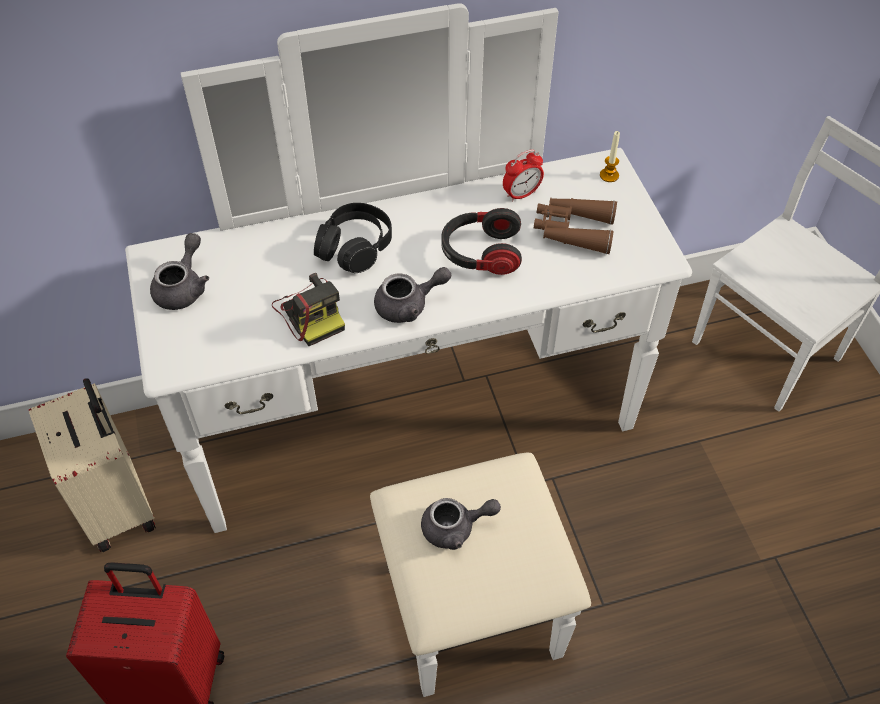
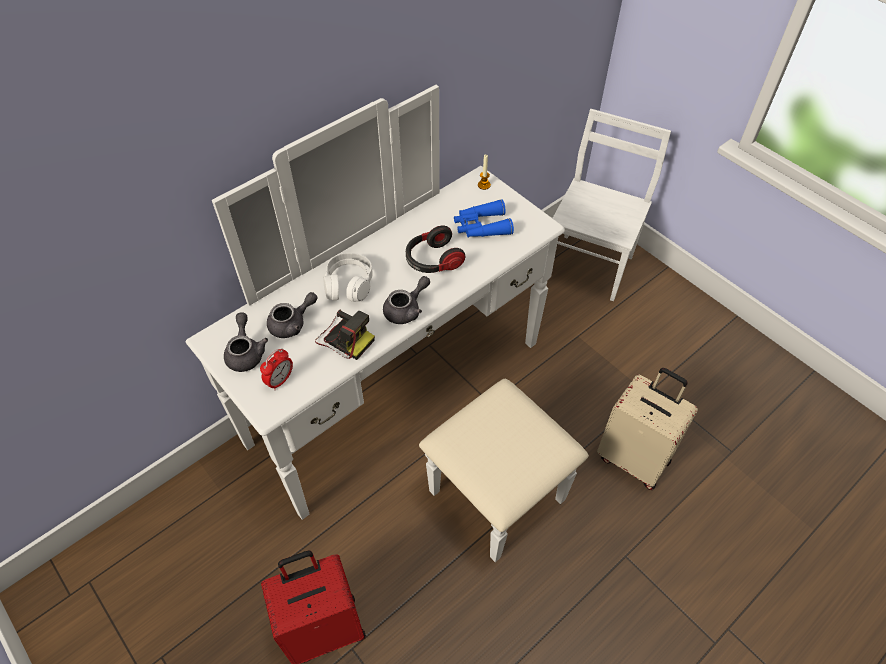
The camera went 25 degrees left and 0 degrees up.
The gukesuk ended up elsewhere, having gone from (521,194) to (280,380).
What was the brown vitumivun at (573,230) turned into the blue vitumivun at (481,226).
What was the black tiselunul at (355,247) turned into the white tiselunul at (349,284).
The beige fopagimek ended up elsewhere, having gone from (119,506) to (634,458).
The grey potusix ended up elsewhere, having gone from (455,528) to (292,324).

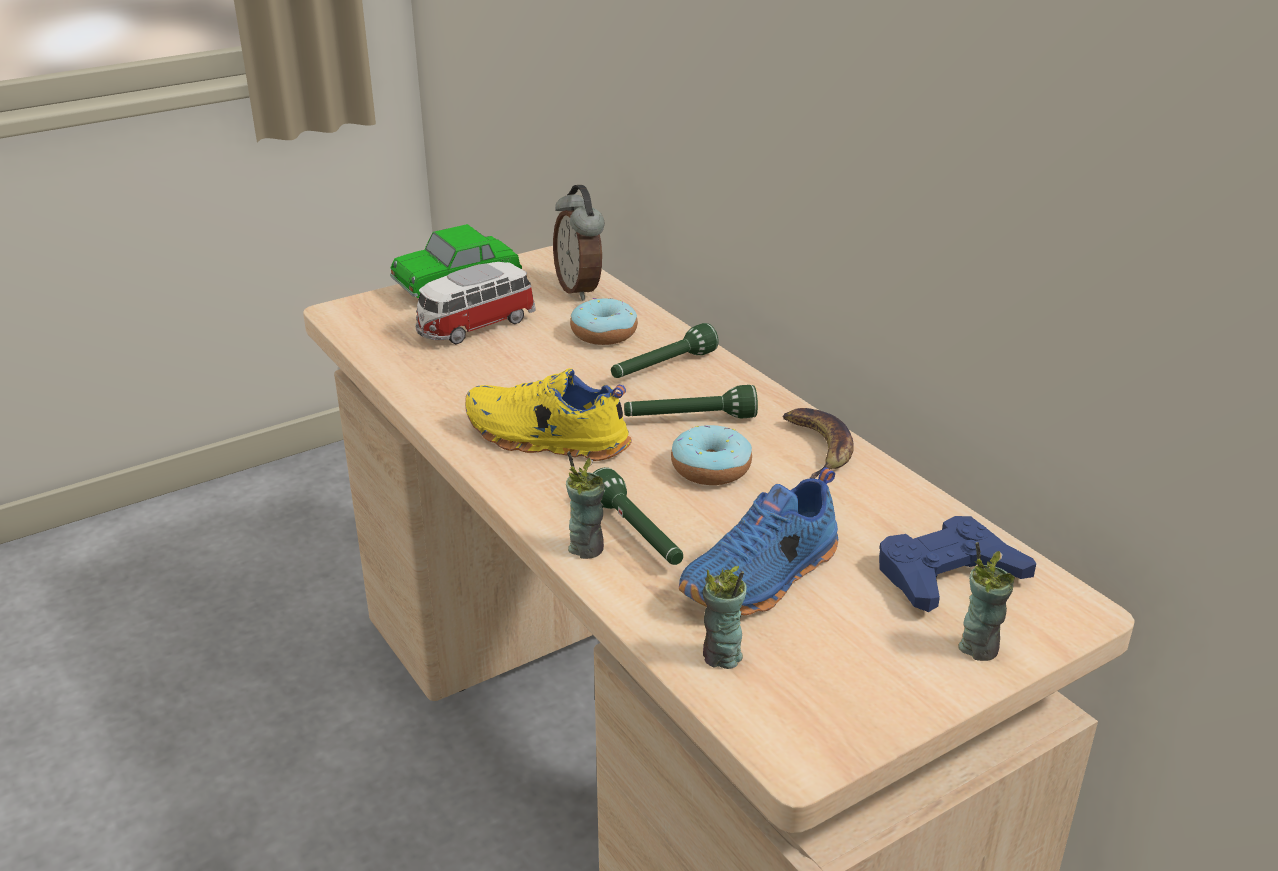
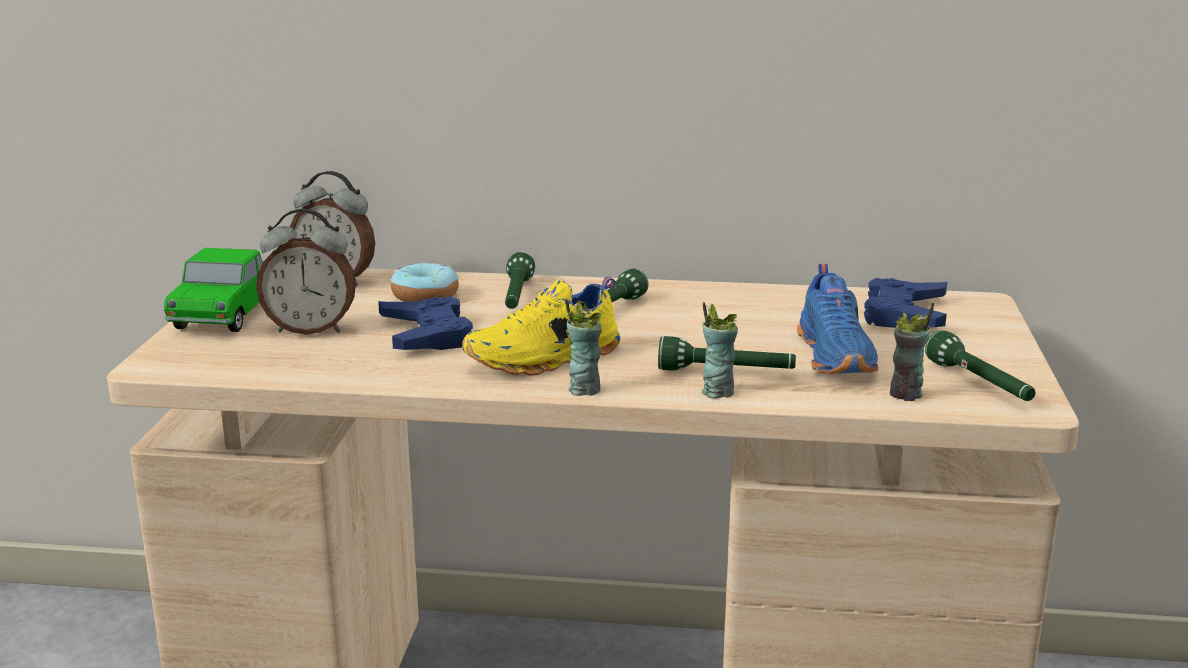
The camera went 50 degrees left and 10 degrees down.
Where the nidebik stood at (475,327), the gukesuk came to stand at (311,329).
The second view lost the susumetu at (817,446).
The second view lost the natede at (711,468).
The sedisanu ended up elsewhere, having gone from (979,647) to (584,389).
The second view gained the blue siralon at (426,335).
The second view gained the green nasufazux at (980,384).

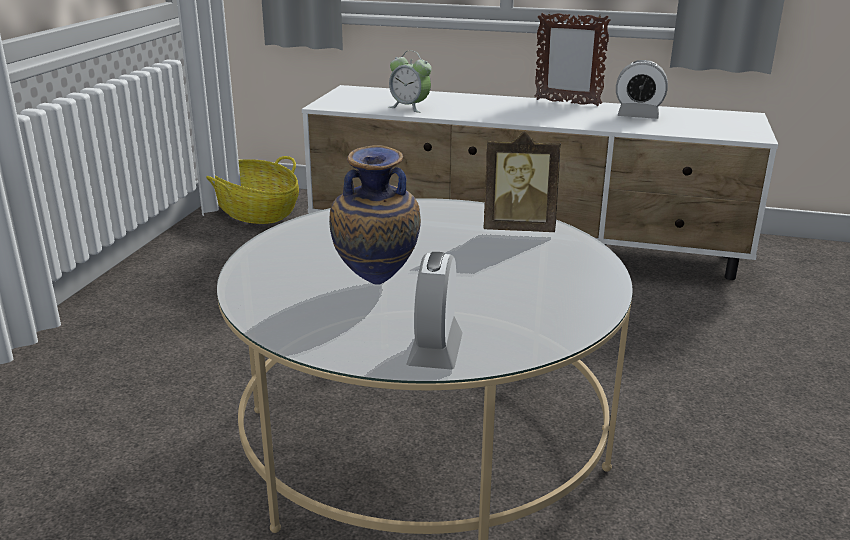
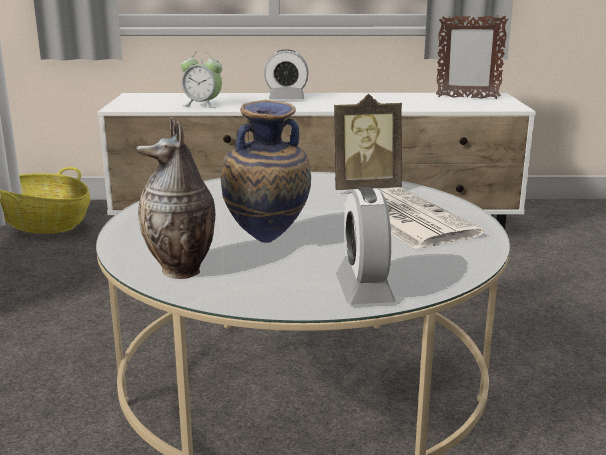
The camera went 15 degrees left and 5 degrees down.
The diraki ended up elsewhere, having gone from (567,103) to (467,98).
The gukesuk ended up elsewhere, having gone from (638,116) to (286,99).
The second view gained the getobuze at (183,271).
The second view gained the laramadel at (406,219).

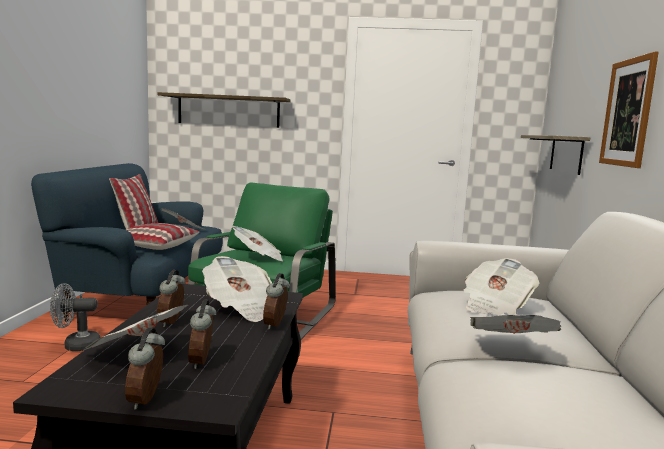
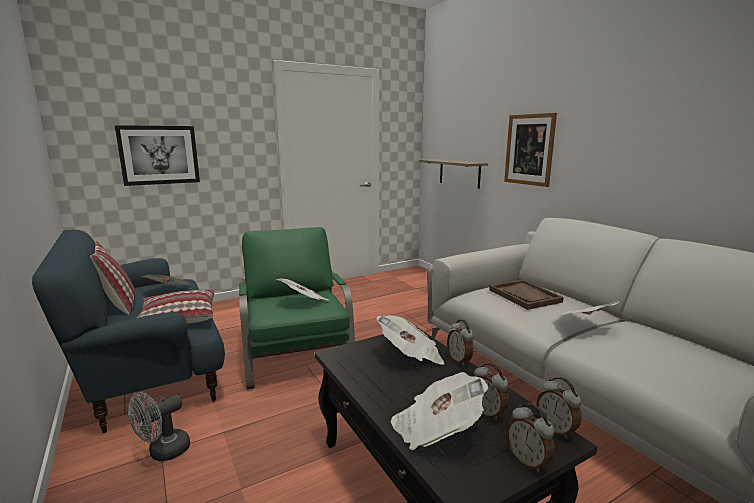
The camera went 35 degrees left and 5 degrees up.
Where the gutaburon hung at (228,111), the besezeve came to hang at (159,155).
Where the laramadel stood at (494,306), the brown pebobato came to stand at (524,296).
The gukesuk ended up elsewhere, having gone from (172,322) to (556,429).

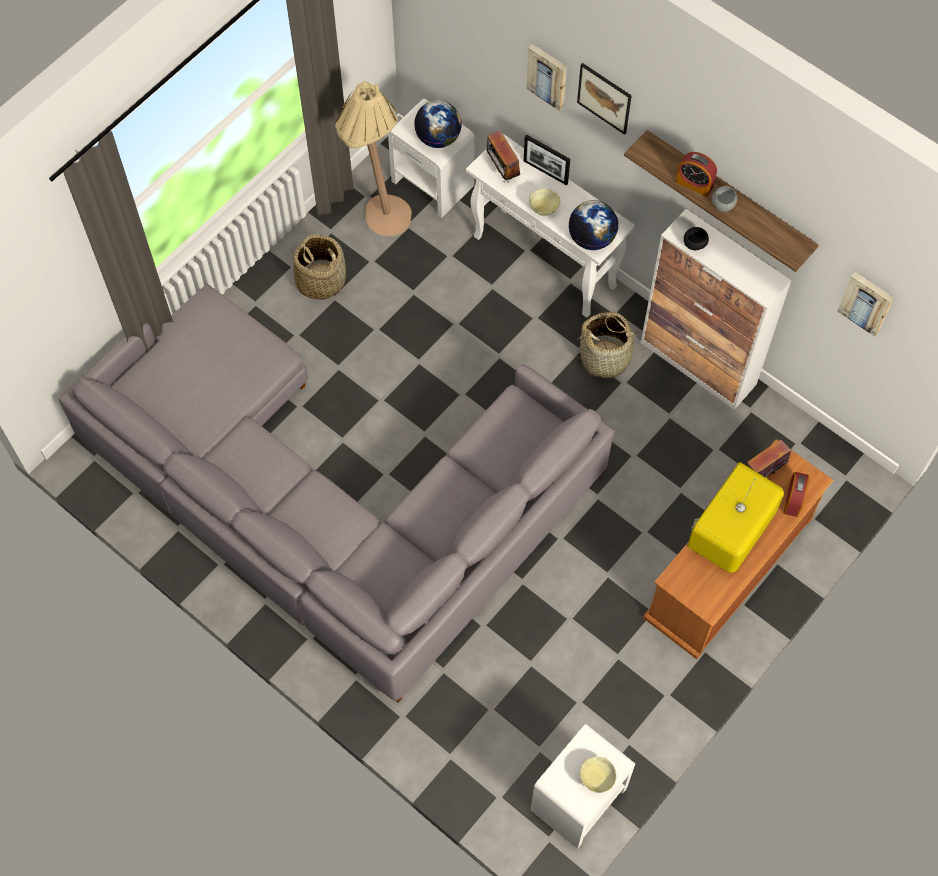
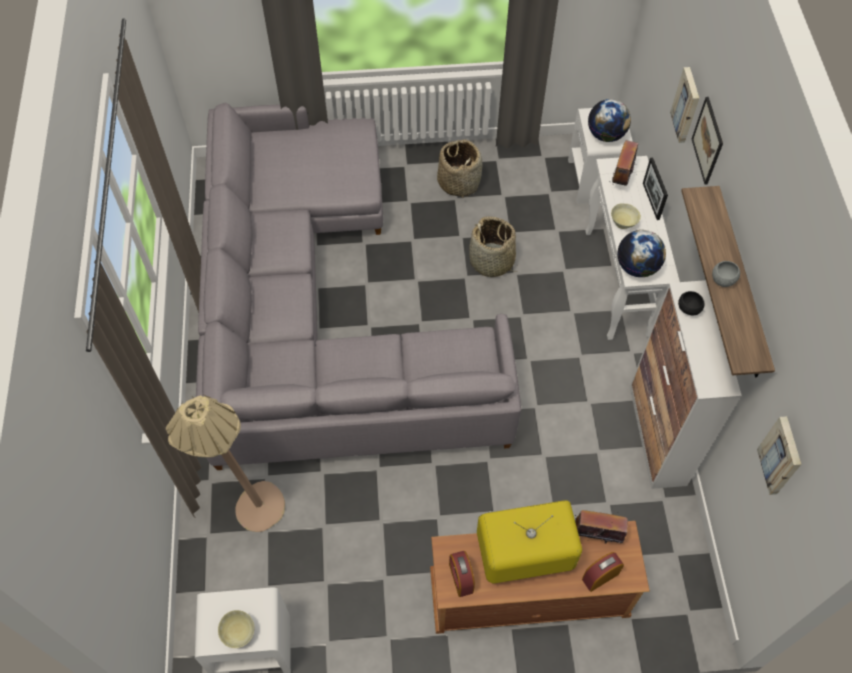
The camera went 45 degrees right and 5 degrees down.
The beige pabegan ended up elsewhere, having gone from (379,223) to (248,507).
The gukesuk ended up elsewhere, having gone from (694,184) to (461,578).
The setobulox ended up elsewhere, having gone from (605,358) to (492,261).

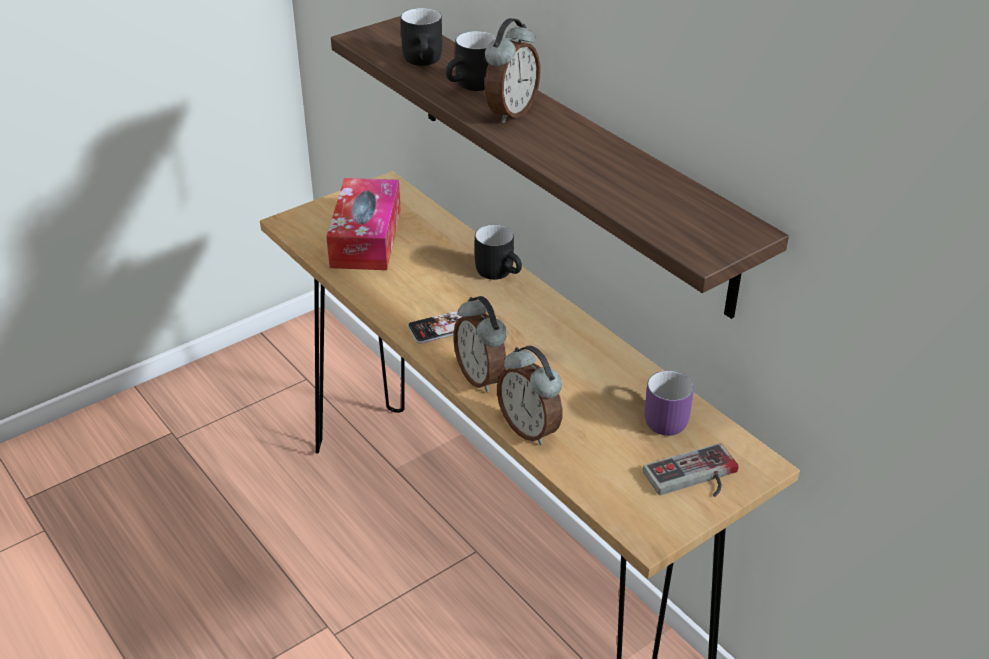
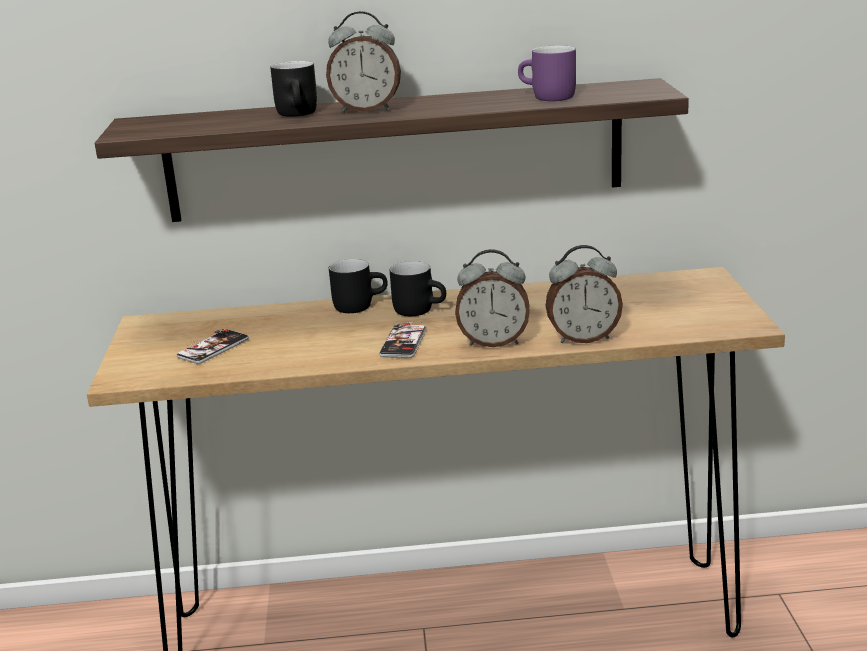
The camera went 55 degrees left and 15 degrees down.
The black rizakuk ended up elsewhere, having gone from (426,61) to (420,309).
The gukesuk at (510,112) ended up facing another way, 120 degrees clockwise from before.
Where the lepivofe stood at (366,238), the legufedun came to stand at (213,348).
The purple rizakuk ended up elsewhere, having gone from (661,417) to (546,97).
The second view lost the siralon at (695,479).

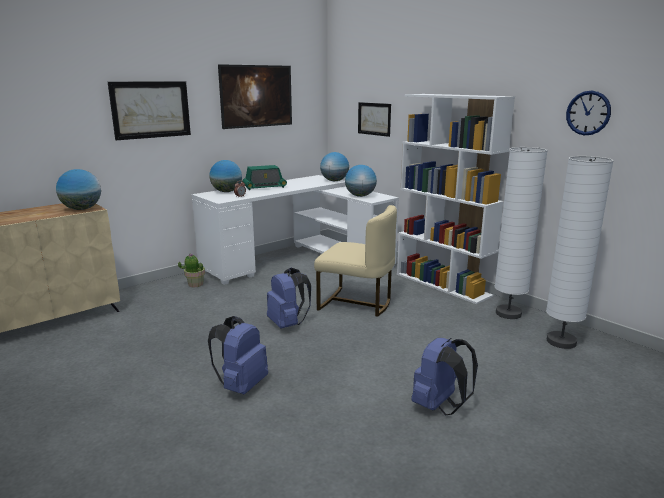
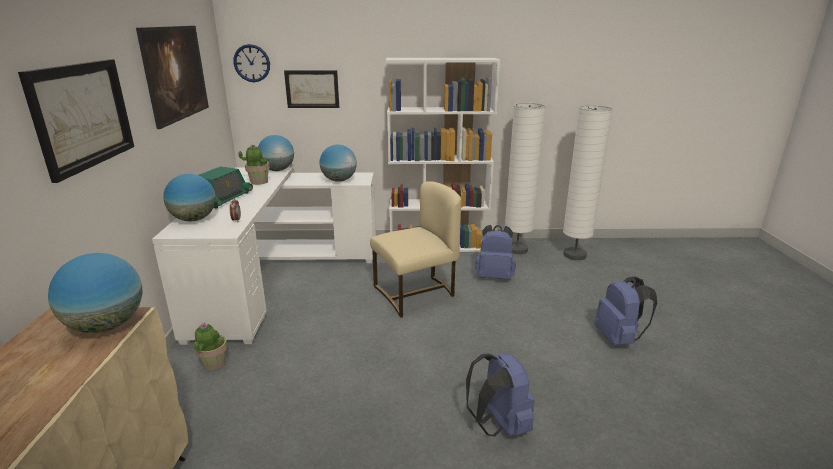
The camera went 50 degrees left and 5 degrees up.
The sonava ended up elsewhere, having gone from (588,113) to (252,63).
The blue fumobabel ended up elsewhere, having gone from (288,324) to (494,276).
The second view gained the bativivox at (259,182).

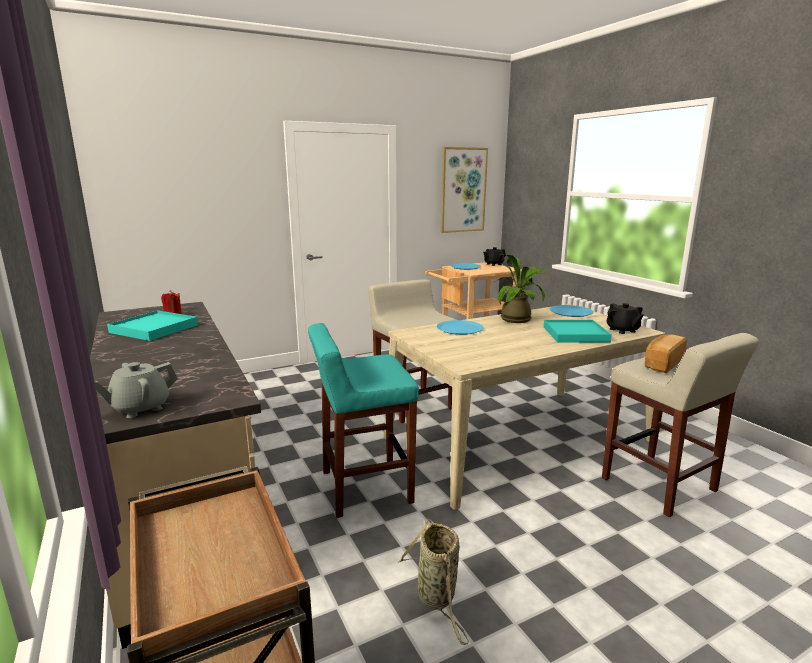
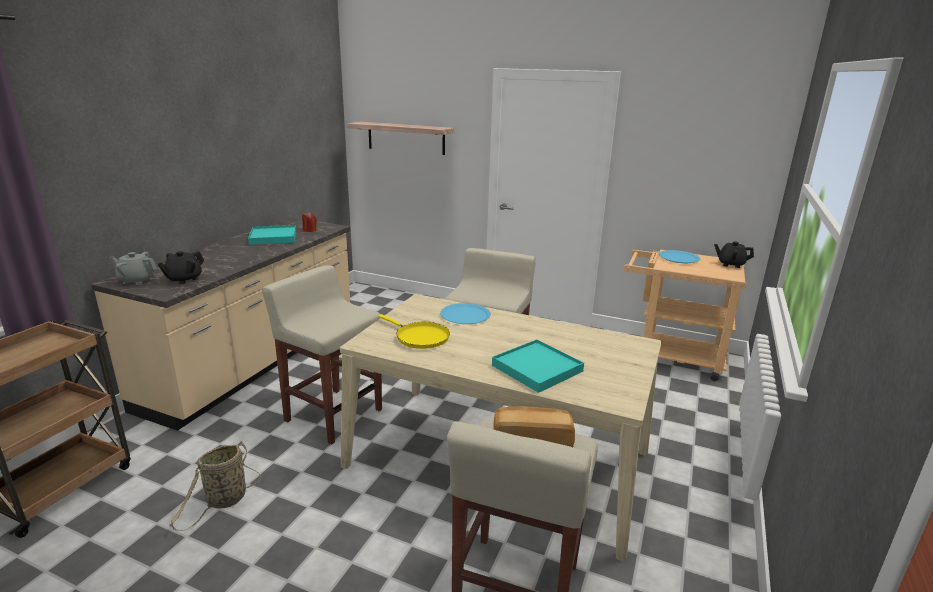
The camera went 50 degrees right and 5 degrees up.
The second view lost the besezeve at (463,190).
The second view lost the bativivox at (519,319).
The black potusix ended up elsewhere, having gone from (622,330) to (184,279).
The second view lost the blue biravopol at (571,312).
What was the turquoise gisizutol at (364,487) turned into the beige gisizutol at (333,414).
The second view gained the gutaburon at (406,138).
The second view gained the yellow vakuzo at (419,337).

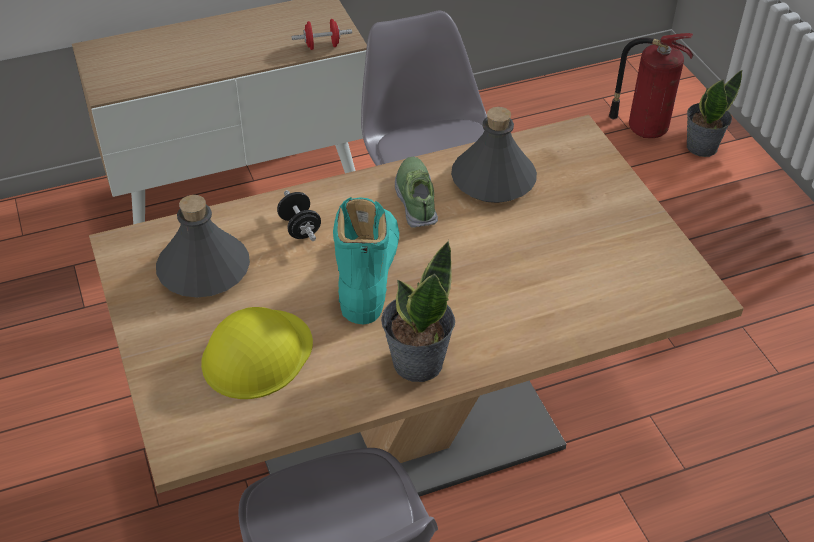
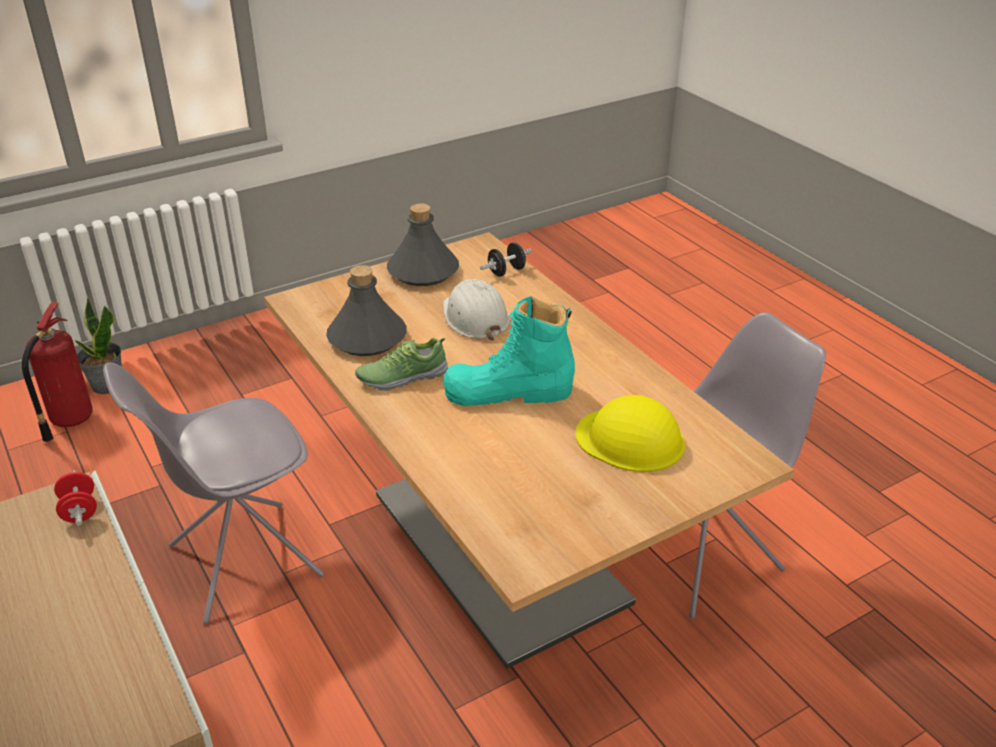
The camera went 100 degrees left and 10 degrees down.
The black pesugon ended up elsewhere, having gone from (300,228) to (506,271).
The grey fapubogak ended up elsewhere, having gone from (204,270) to (423,271).
The second view lost the bativivox at (416,362).
The second view gained the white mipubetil at (475,317).

